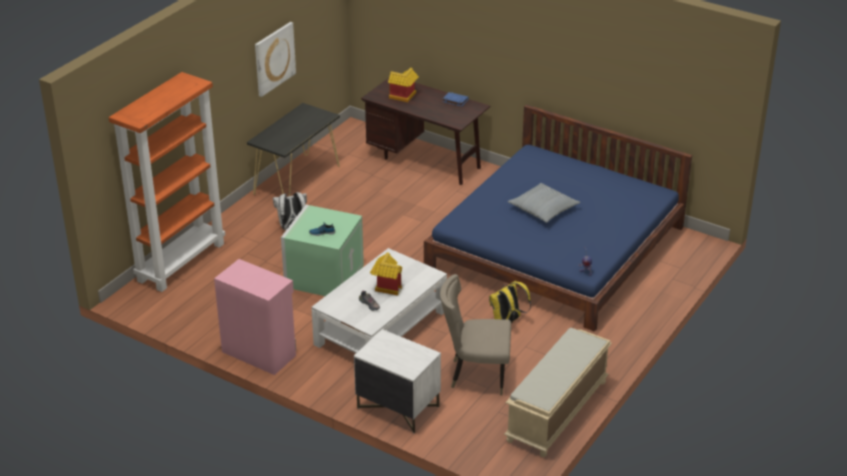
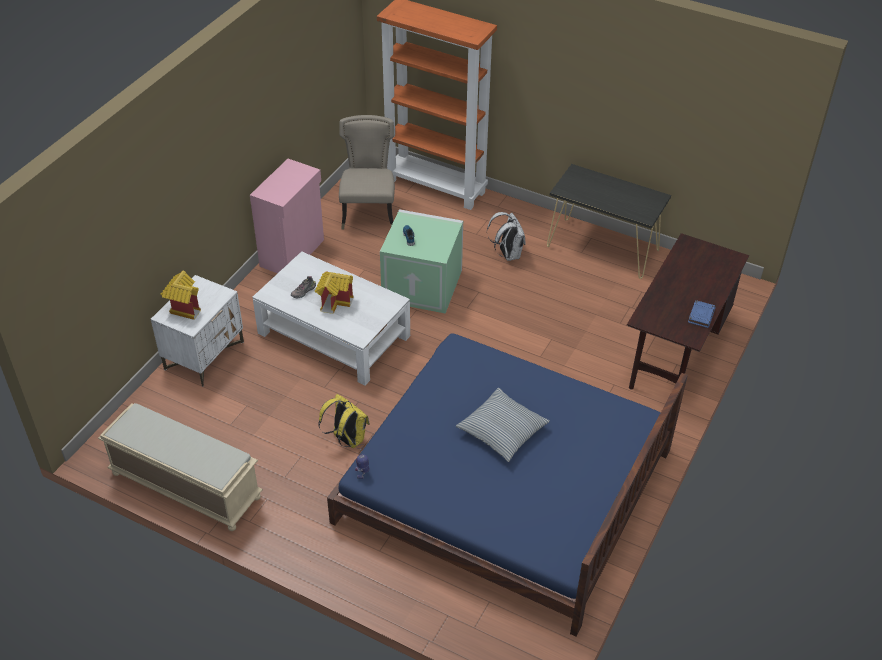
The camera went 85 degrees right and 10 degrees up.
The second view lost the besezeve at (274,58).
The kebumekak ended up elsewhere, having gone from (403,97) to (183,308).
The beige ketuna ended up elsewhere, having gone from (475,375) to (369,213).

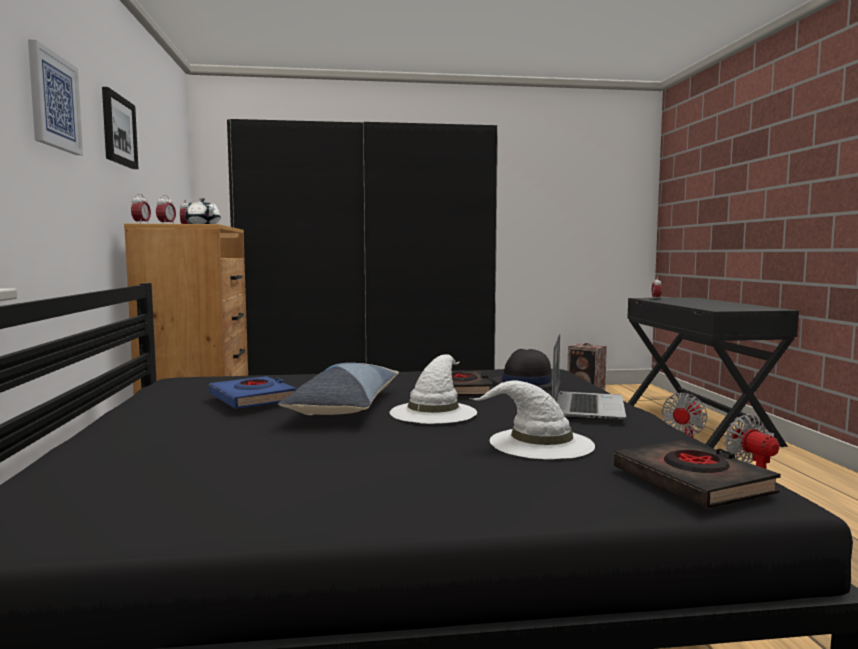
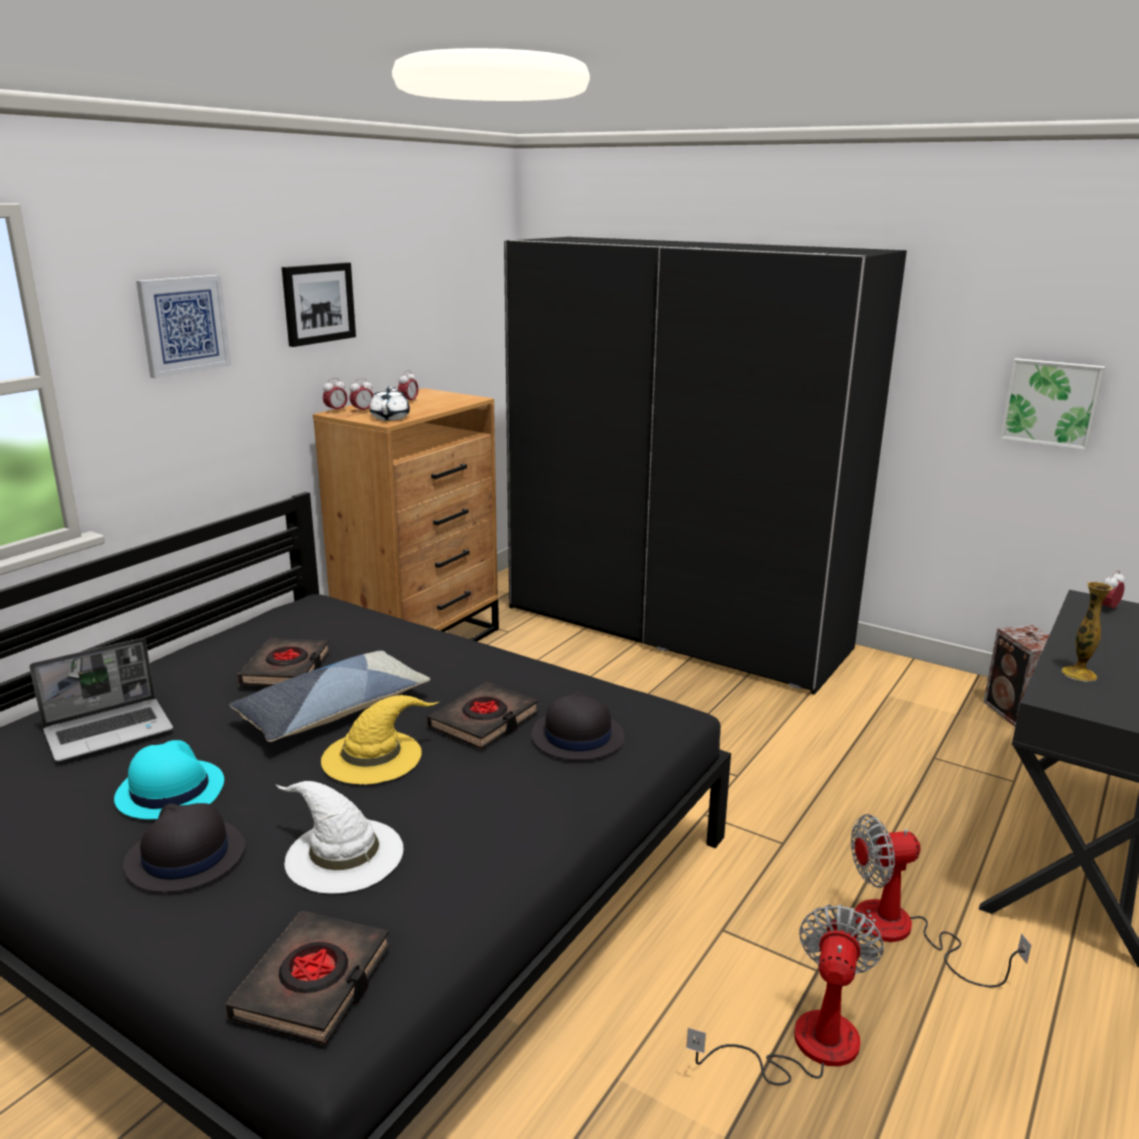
The camera went 40 degrees right and 15 degrees up.
The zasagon ended up elsewhere, having gone from (586,408) to (110,731).
What was the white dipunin at (433,411) turned into the yellow dipunin at (373,756).
What was the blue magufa at (252,399) turned into the black magufa at (287,669).
The second view gained the besezeve at (1051,402).
The second view gained the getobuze at (1079,674).
The second view gained the turquoise dipunin at (169,791).
The second view gained the black dipunin at (185,857).

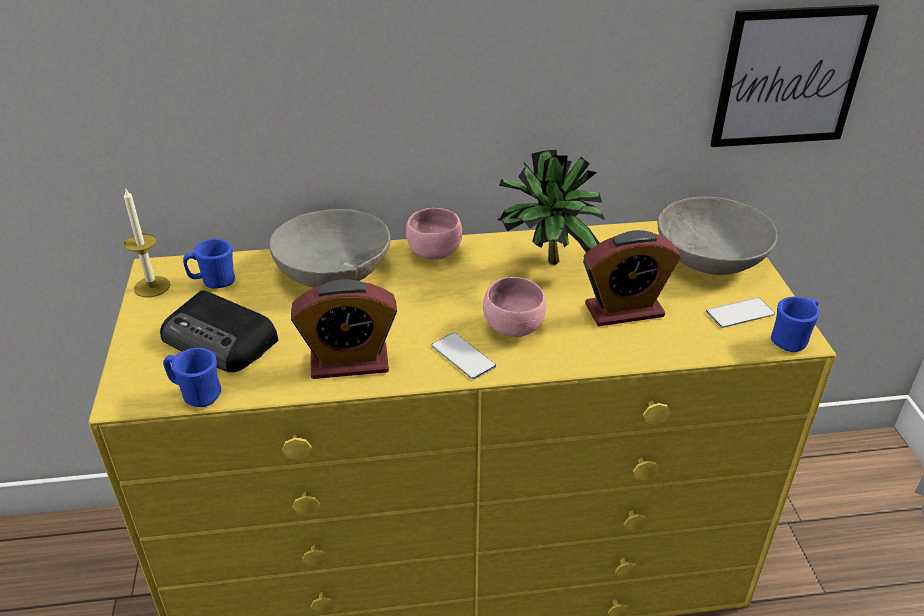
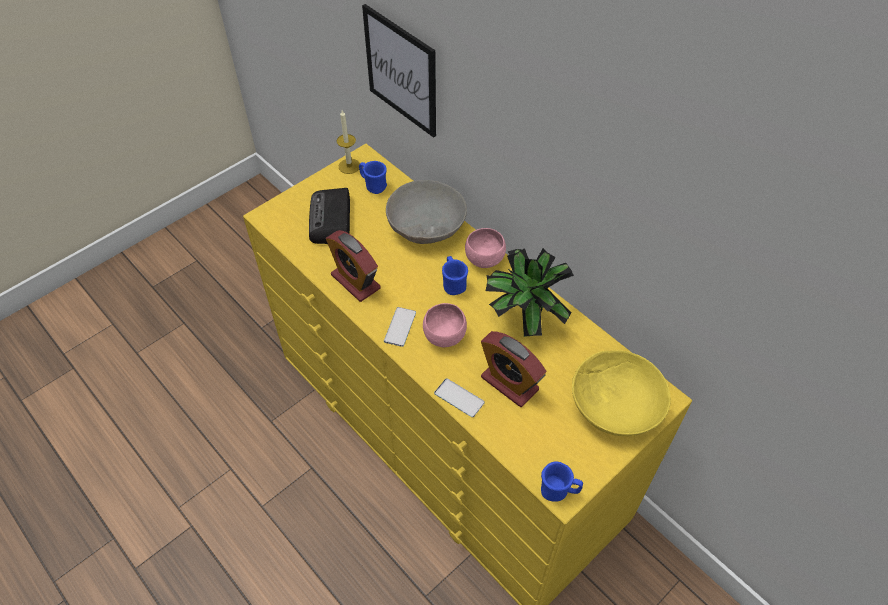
The camera went 55 degrees right and 15 degrees up.
The besezeve ended up elsewhere, having gone from (790,77) to (401,71).
What was the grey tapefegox at (710,258) turned into the yellow tapefegox at (615,406).
The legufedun ended up elsewhere, having gone from (740,313) to (459,398).
The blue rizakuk ended up elsewhere, having gone from (196,394) to (453,284).

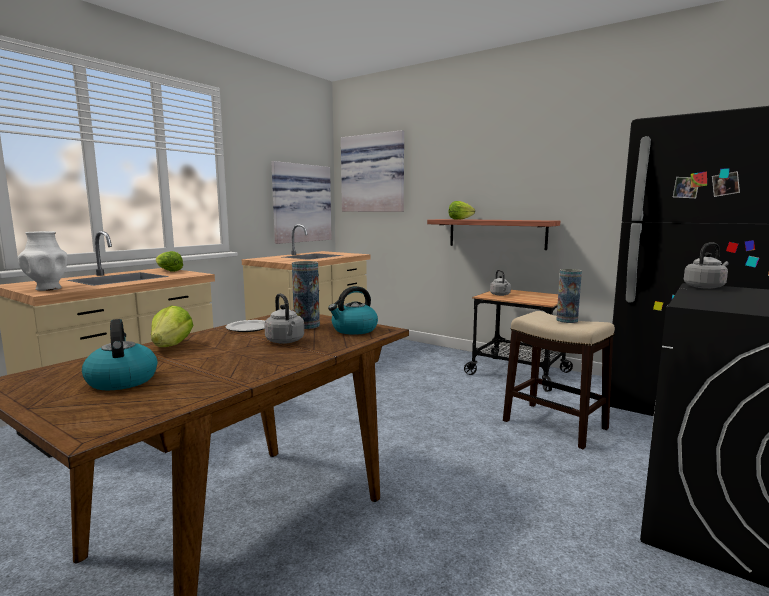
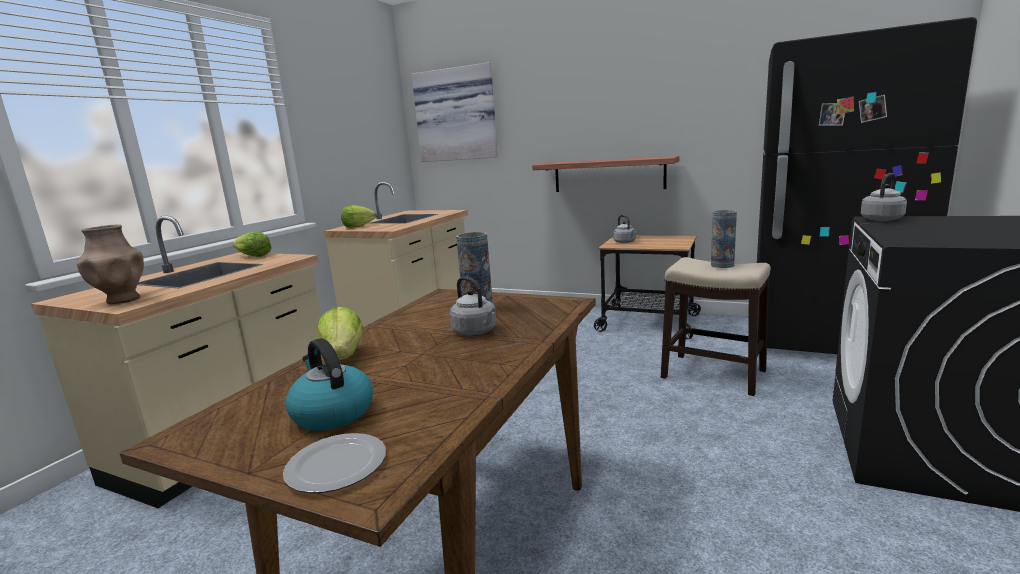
The camera went 10 degrees left and 5 degrees up.
The second view lost the besezeve at (300,203).
The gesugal ended up elsewhere, having gone from (460,219) to (357,226).
What was the white getobuze at (48,288) turned into the brown getobuze at (123,300).
The second view lost the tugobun at (354,330).
The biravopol ended up elsewhere, having gone from (248,328) to (335,467).

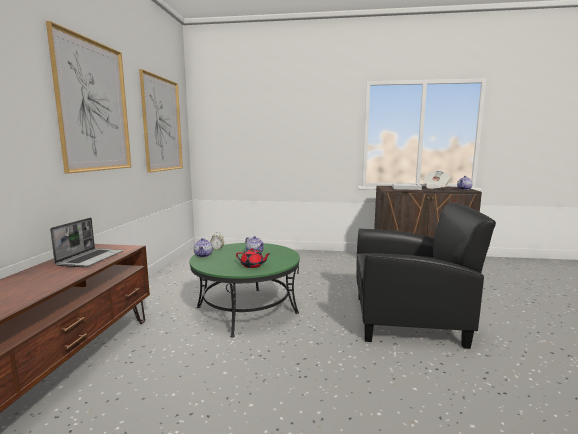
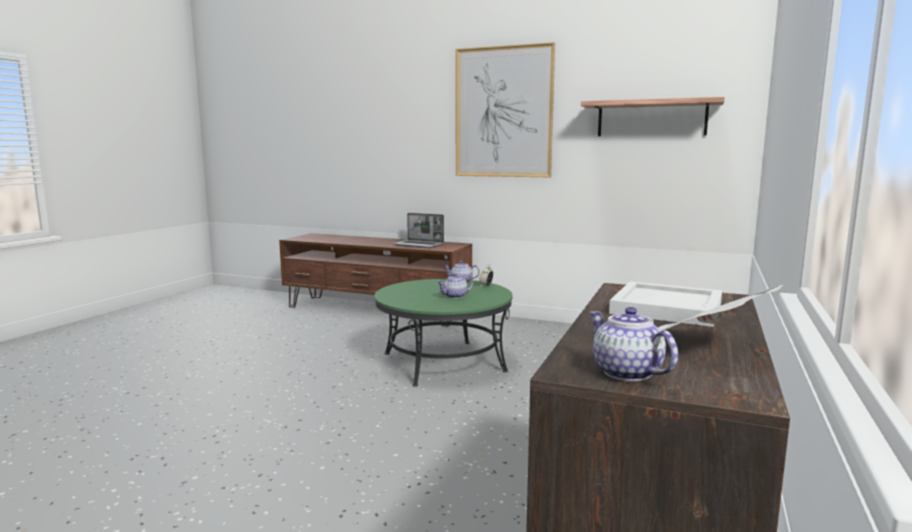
The camera went 105 degrees right and 0 degrees up.
Where the besezeve hung at (162,124), the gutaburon came to hang at (651,118).
The second view lost the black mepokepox at (408,320).
The second view lost the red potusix at (252,265).

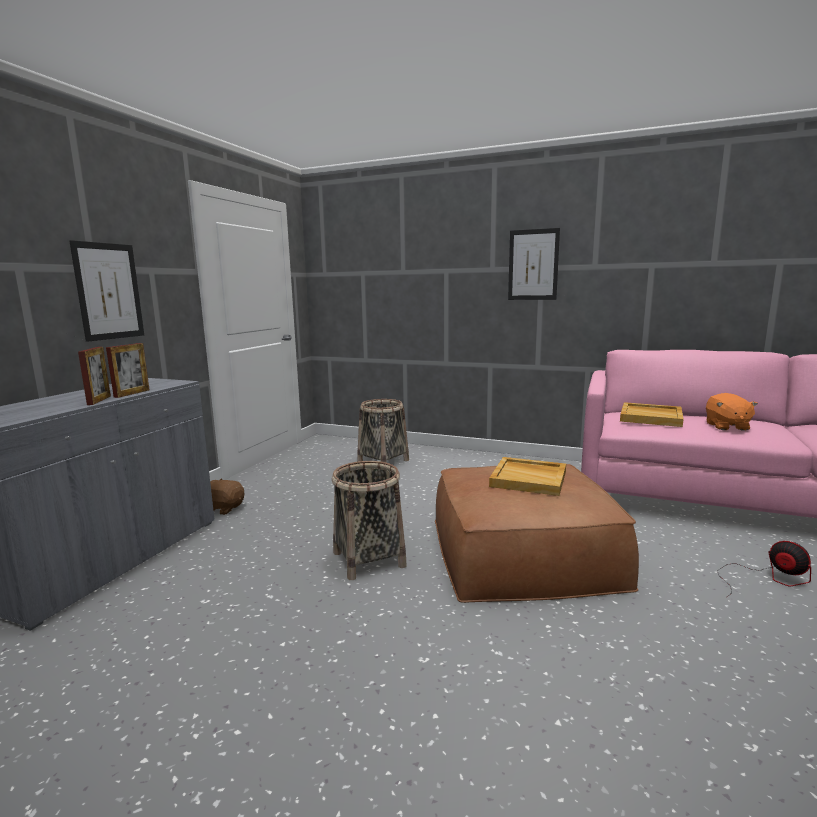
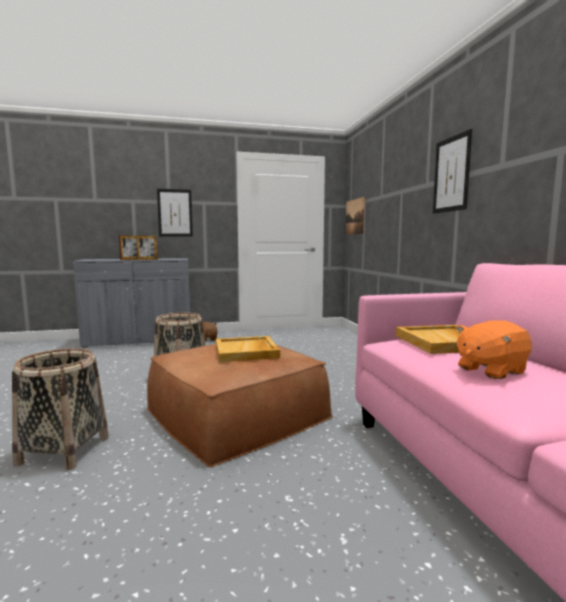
The camera went 55 degrees right and 5 degrees down.
The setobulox ended up elsewhere, having gone from (383,461) to (64,450).
The second view lost the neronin at (766,578).
The second view gained the besezeve at (355,217).

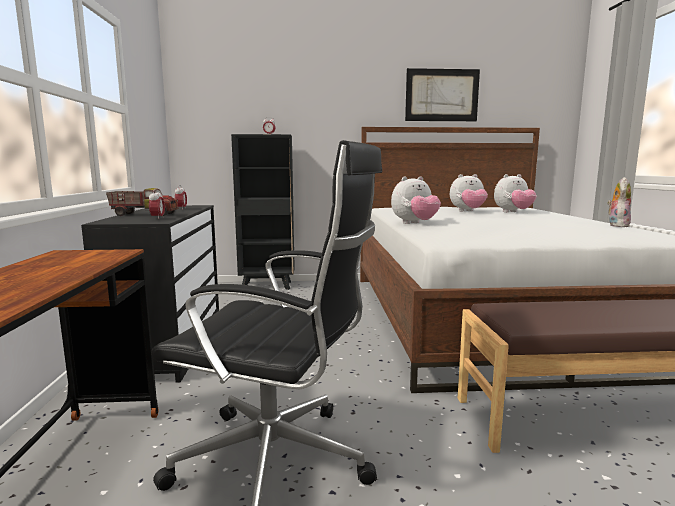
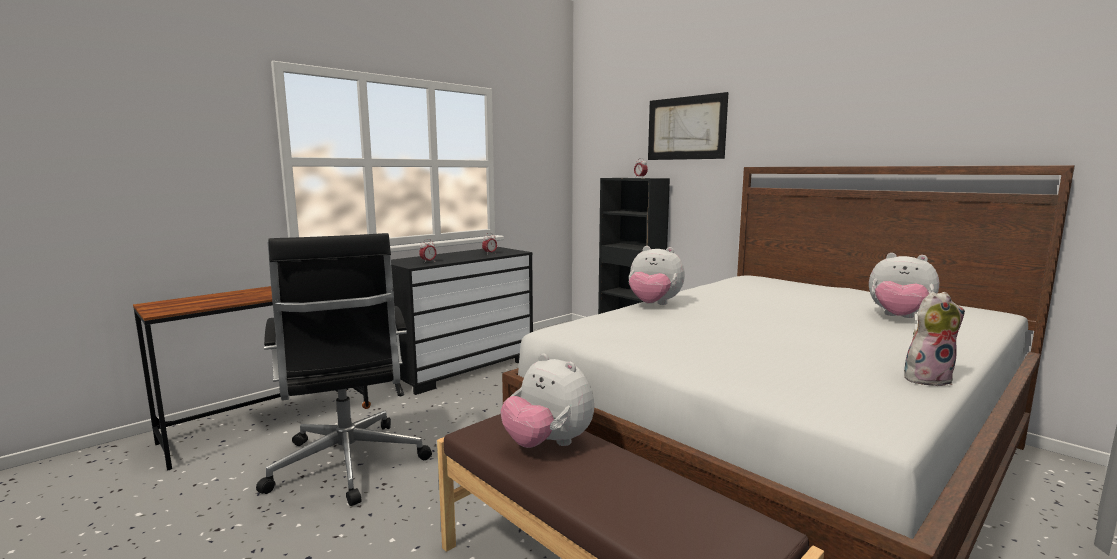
The camera went 50 degrees right and 0 degrees up.
The besezeve ended up elsewhere, having gone from (442,95) to (685,128).
The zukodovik ended up elsewhere, having gone from (467,211) to (548,444).
The second view lost the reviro at (144,214).

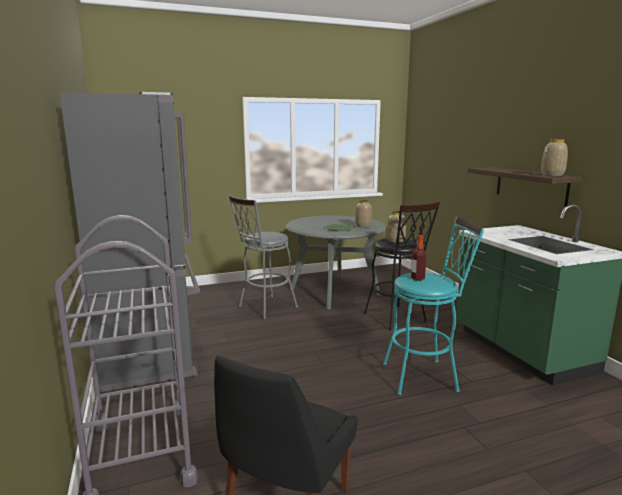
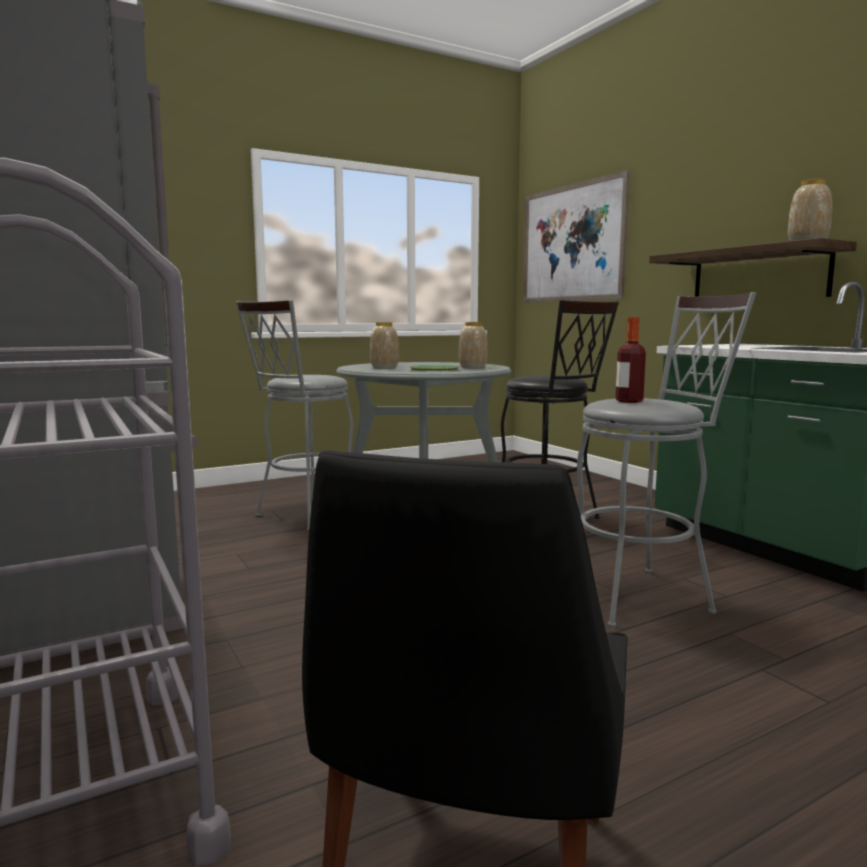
The camera went 10 degrees left and 5 degrees down.
The getobuze ended up elsewhere, having gone from (395,241) to (384,367).
What was the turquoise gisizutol at (426,376) turned into the grey gisizutol at (644,594).
The second view gained the besezeve at (571,243).

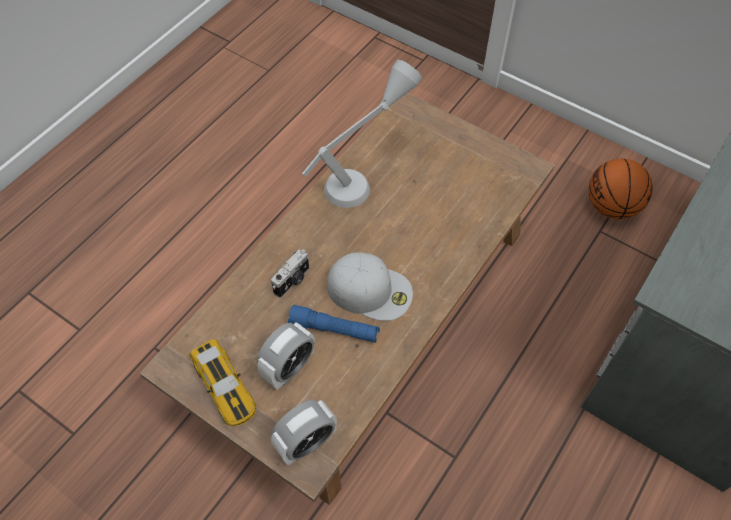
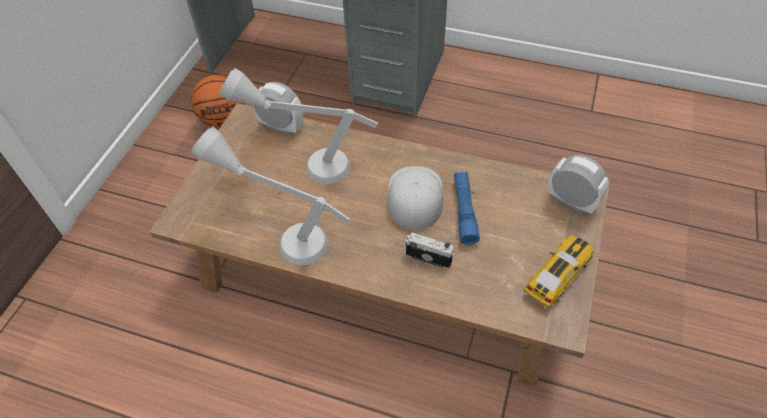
The camera went 105 degrees left and 5 degrees down.
The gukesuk ended up elsewhere, having gone from (289,368) to (281,127).
The second view gained the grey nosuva at (305,163).

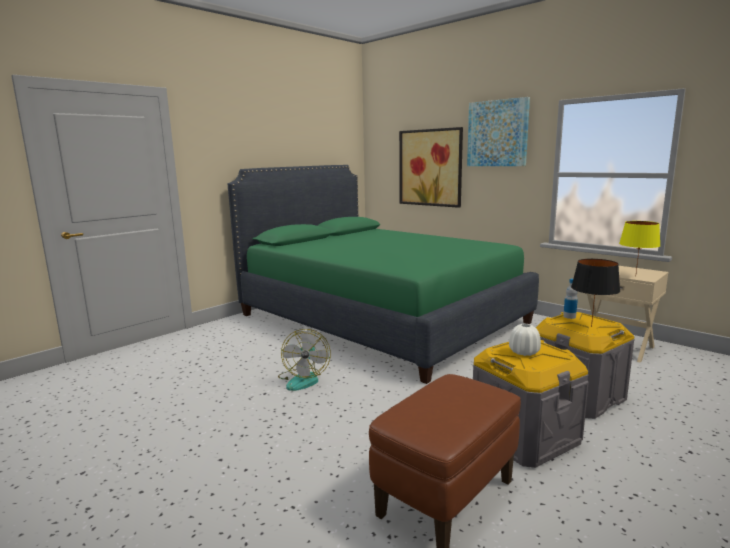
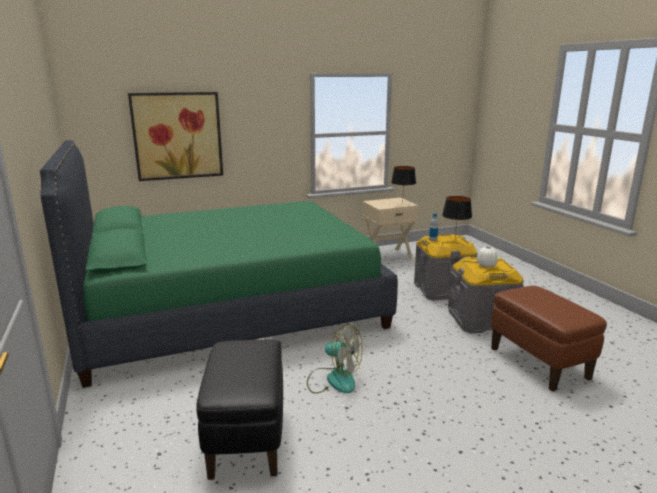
The camera went 65 degrees left and 5 degrees up.
The second view lost the besezeve at (497,133).
What was the yellow nosuva at (635,276) turned into the black nosuva at (402,204).
The second view gained the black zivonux at (247,438).

